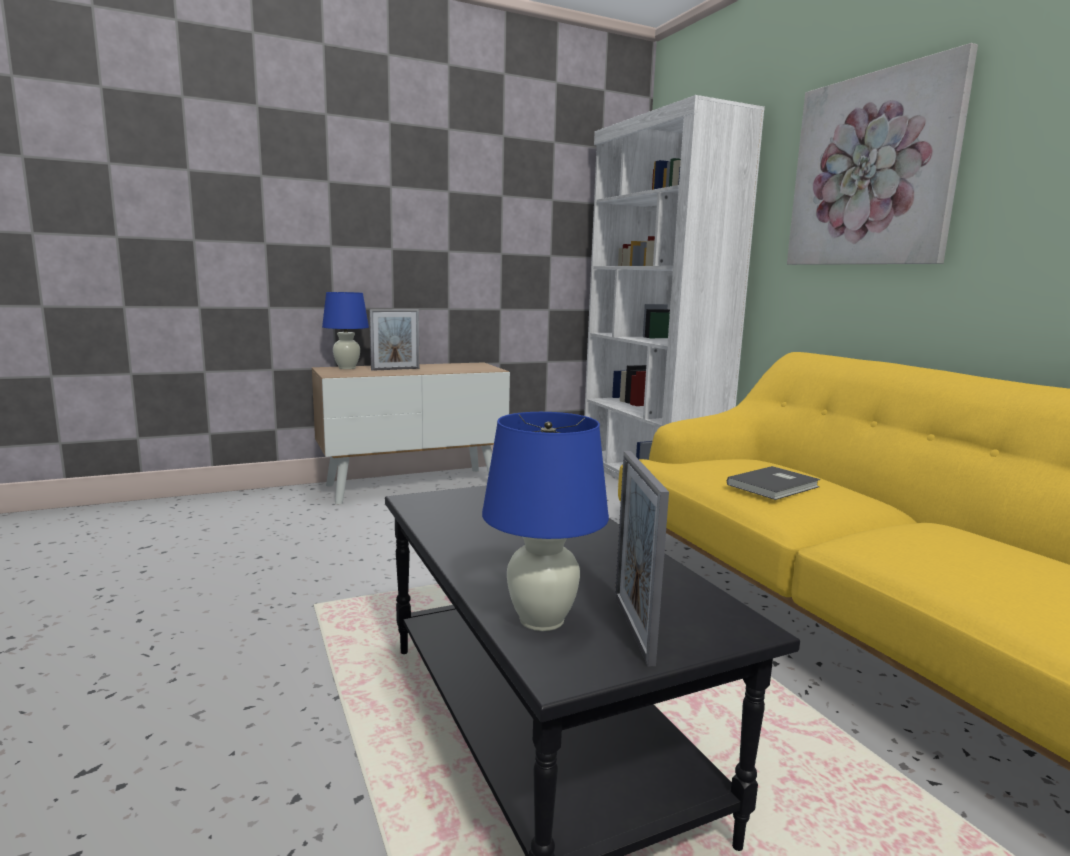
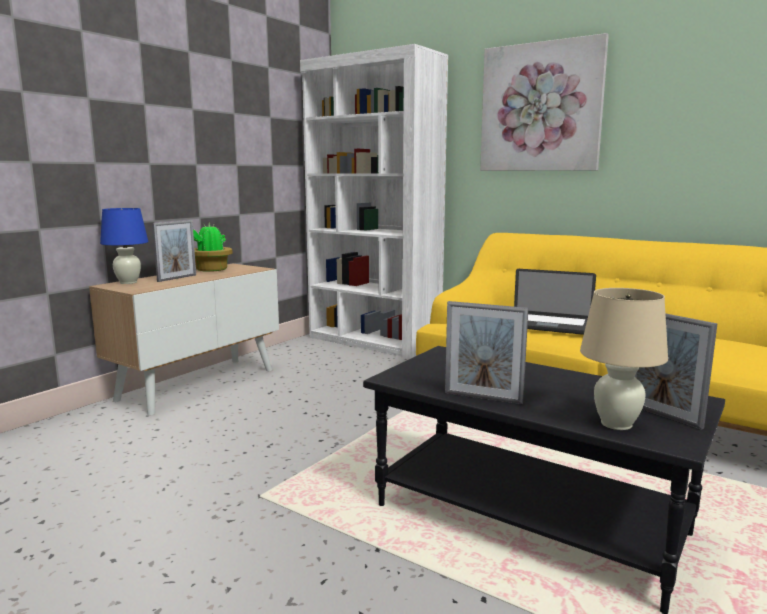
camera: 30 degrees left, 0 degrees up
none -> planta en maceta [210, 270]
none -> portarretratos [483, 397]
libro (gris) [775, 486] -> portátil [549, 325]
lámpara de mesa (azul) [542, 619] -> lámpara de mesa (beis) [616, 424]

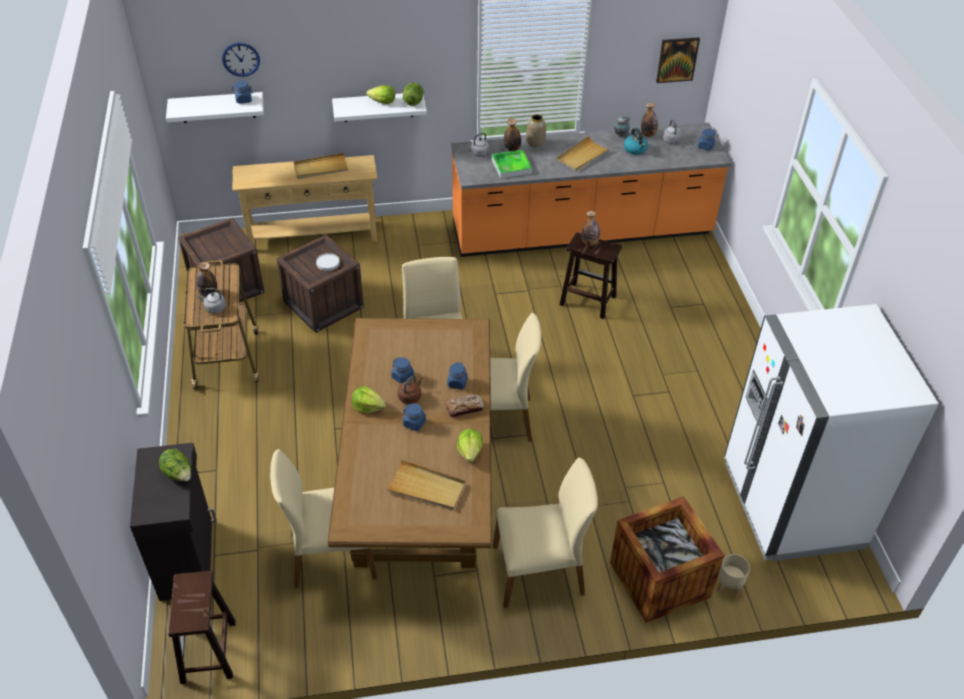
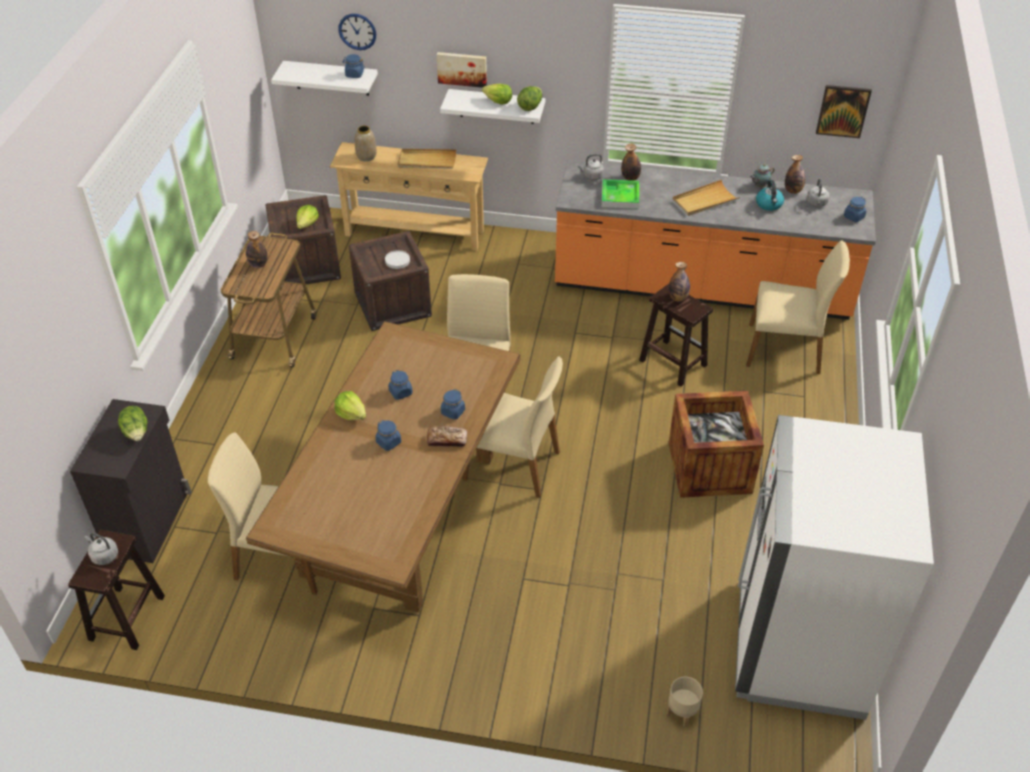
camera: 20 degrees right, 0 degrees up
bandeja (beis) [426, 488] -> none
hervidor (marrón) [410, 397] -> none
none -> cuadro [462, 68]
hervidor (gris) [214, 308] -> hervidor (gris) [103, 556], shifted
lechuga [470, 451] -> lechuga [307, 224], shifted
silla (beis) [539, 571] -> silla (beis) [785, 349], shifted
florero [535, 143] -> florero [366, 156], shifted
caja de embalaje [659, 579] -> caja de embalaje [709, 467], shifted

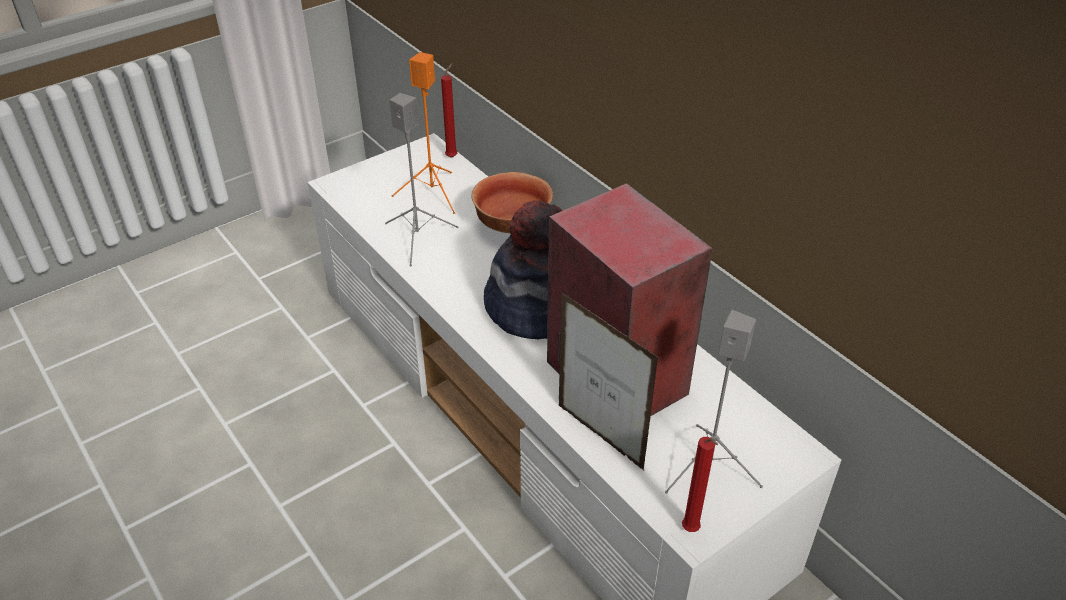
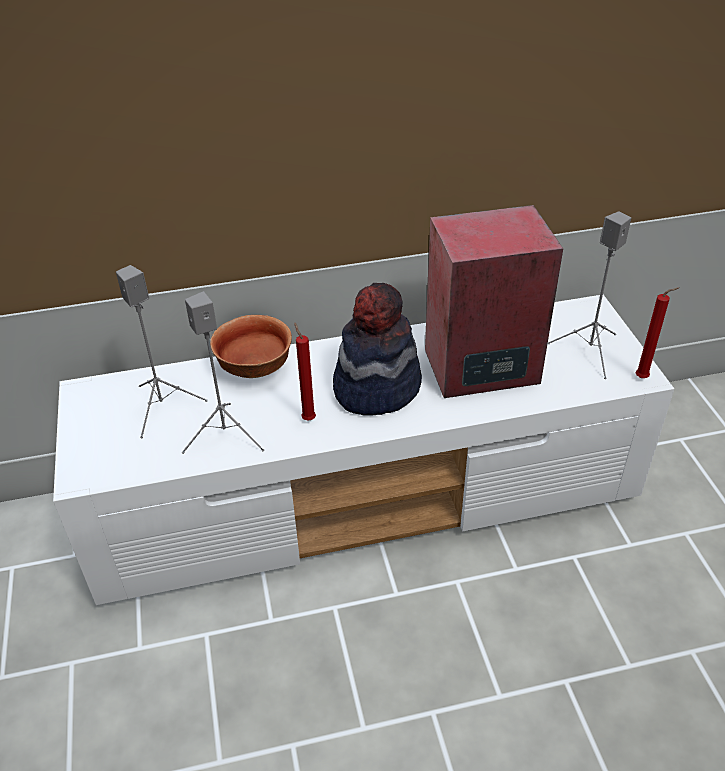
camera: 65 degrees left, 0 degrees up
portarretratos [600, 437] -> none
vela (rojo) [453, 156] -> vela (rojo) [308, 418], shifted
altavoz (naranja) [433, 194] -> altavoz (gris) [163, 407]

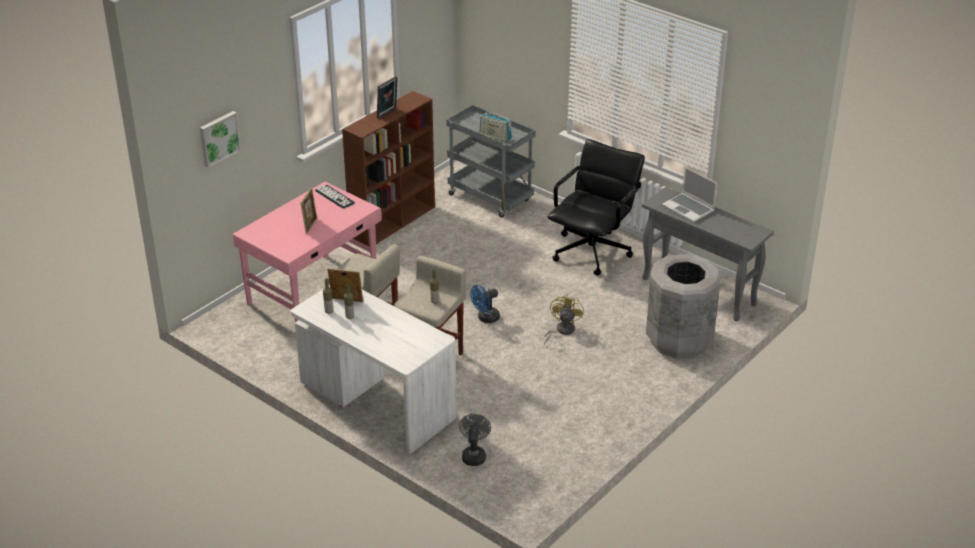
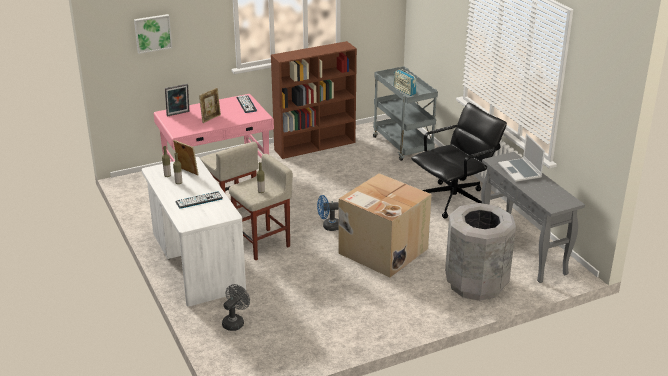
camera: 25 degrees right, 5 degrees down
none -> teclado [199, 200]
portarretratos [387, 113] -> portarretratos [178, 114], shifted
ventilador (amarillo) [561, 331] -> caja de cartón [381, 251]

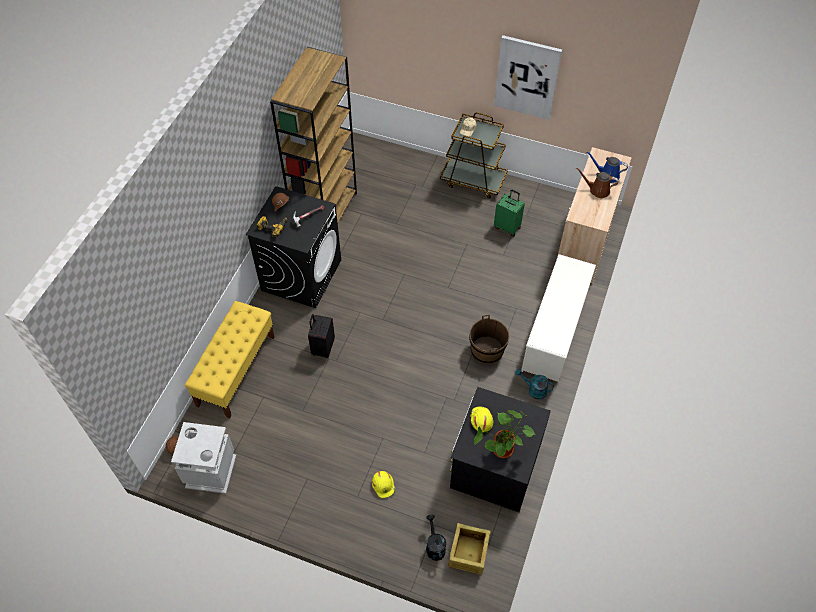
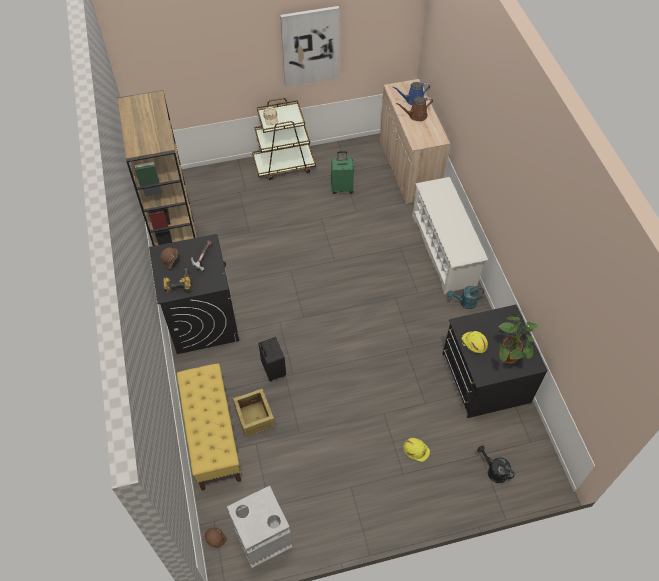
camera: 35 degrees left, 0 degrees up
cubo (marrón) [487, 350] -> none
caja de embalaje [468, 552] -> caja de embalaje [254, 417], shifted

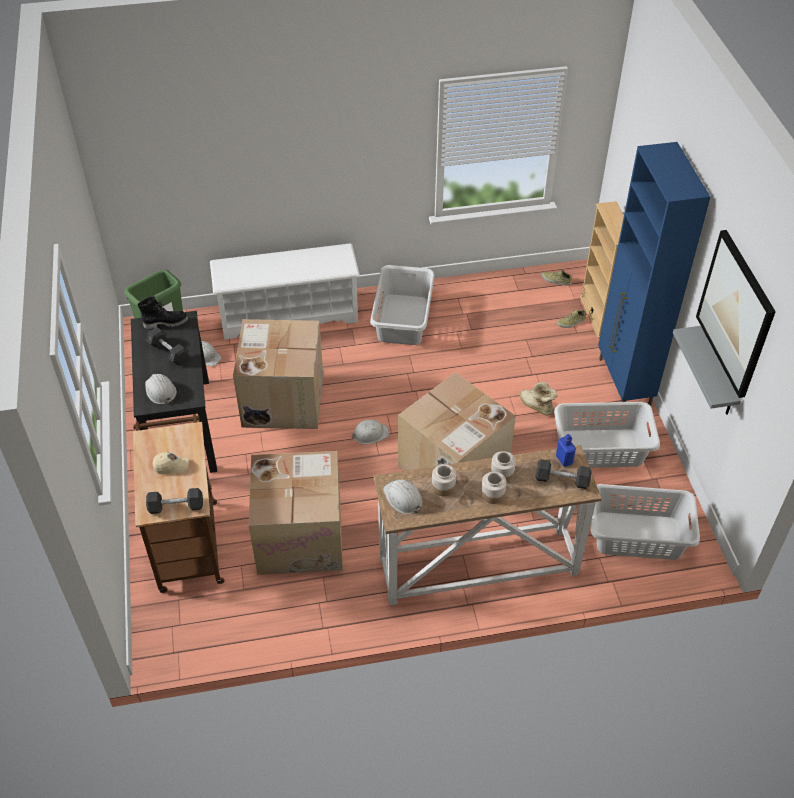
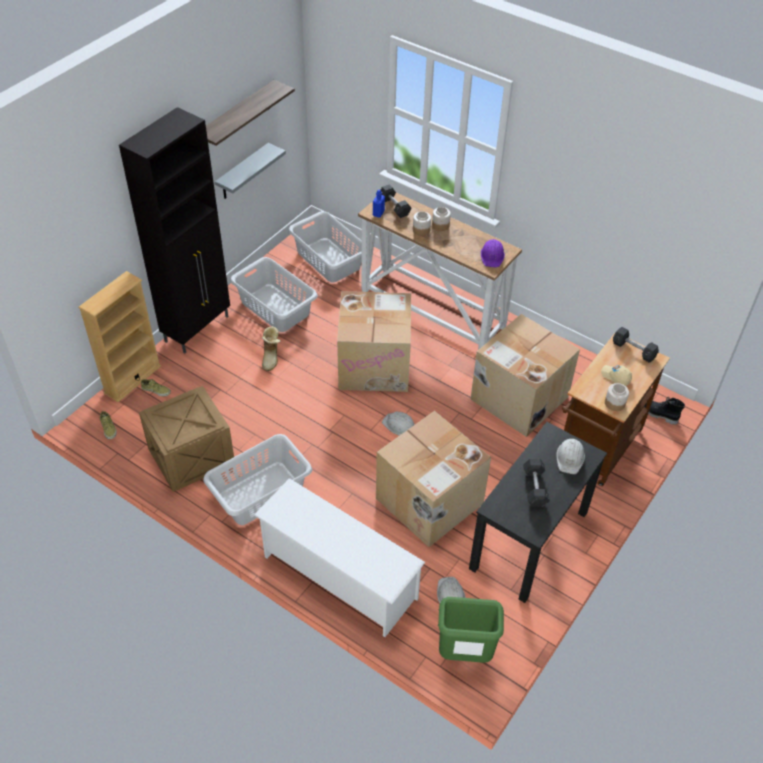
camera: 135 degrees left, 0 degrees up
none -> caja de embalaje [190, 458]
bota (negro) [166, 322] -> bota (negro) [658, 414], shifted
tarro [443, 487] -> tarro [615, 403], shifted
cuadro [735, 313] -> estante [236, 117]
casco (blanco) [403, 498] -> casco (morado) [492, 256]
armario (azul) [624, 383] -> armario (negro) [198, 328]

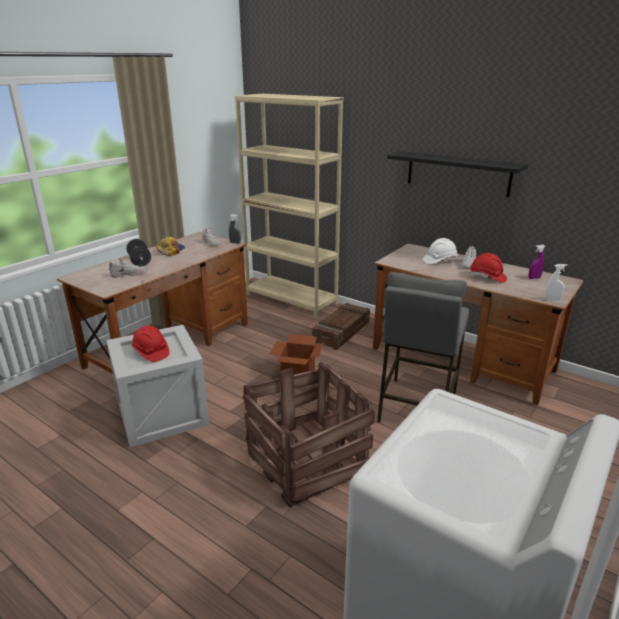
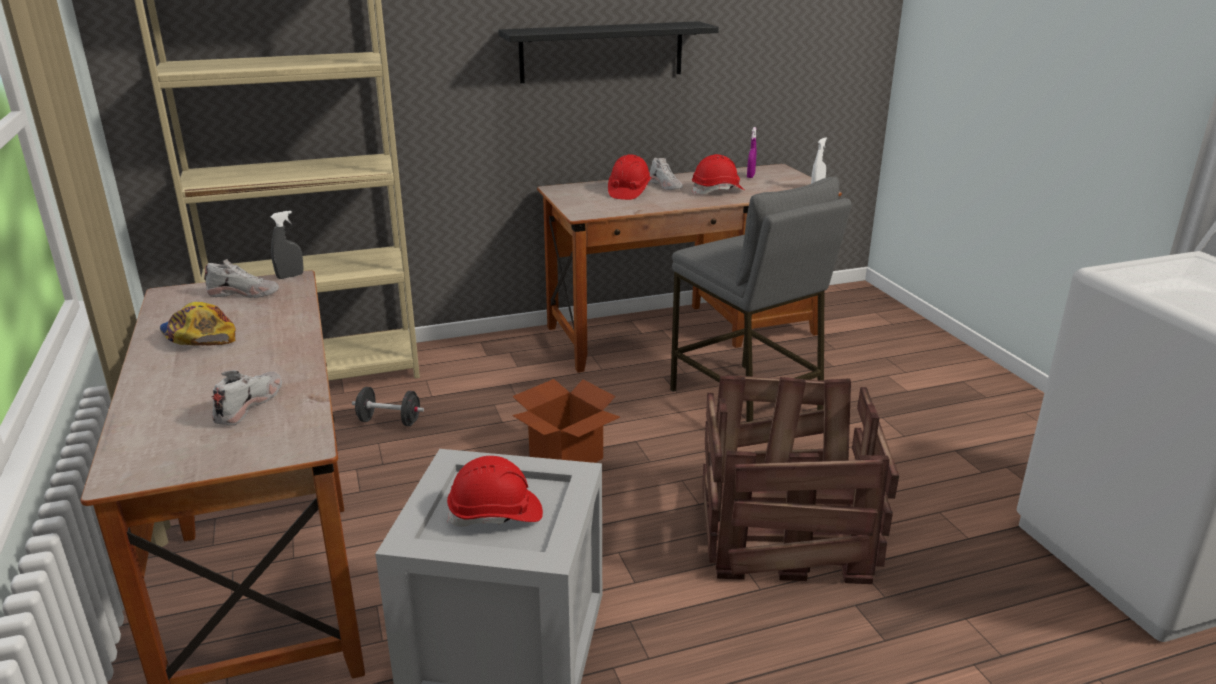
camera: 55 degrees left, 0 degrees up
caja de embalaje [342, 332] -> none
mancuerna (negro) [140, 261] -> mancuerna (negro) [389, 421], shifted
casco (blanco) [439, 260] -> casco (rojo) [628, 192]

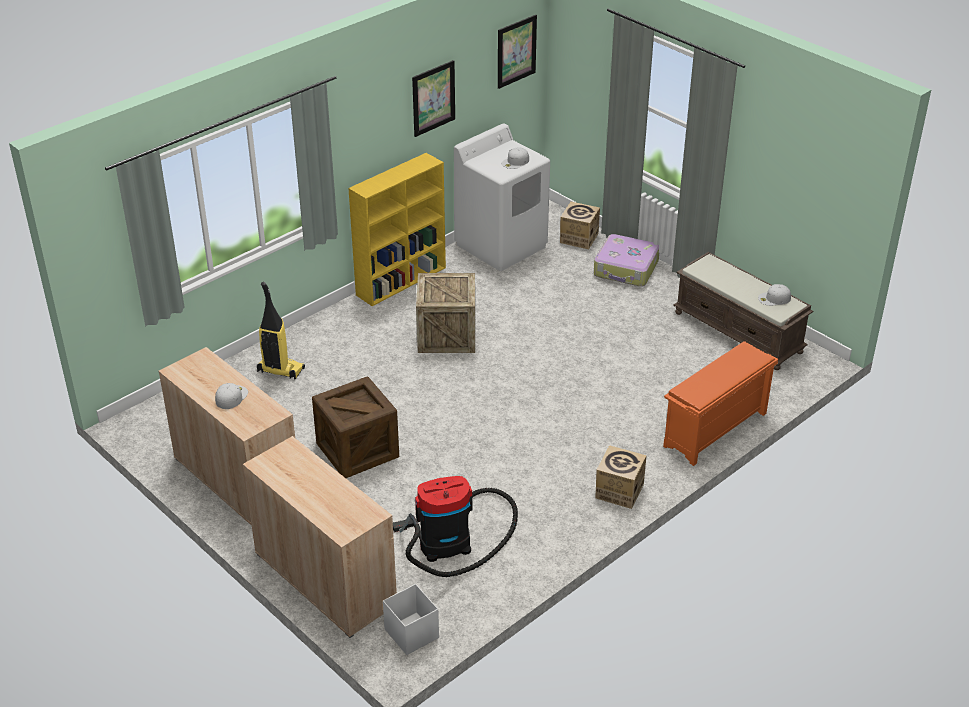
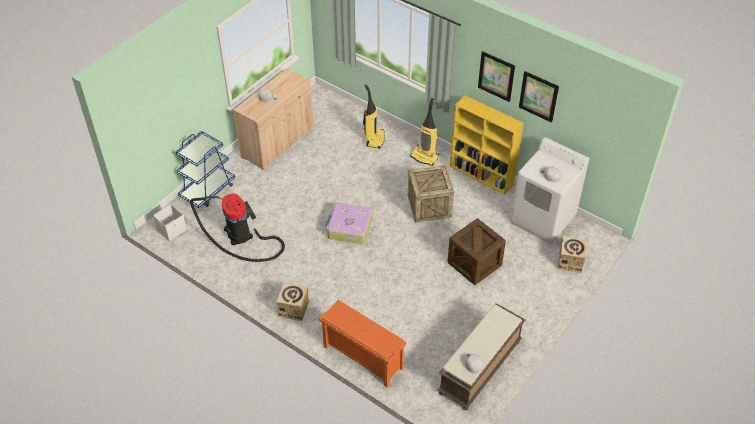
camera: 80 degrees right, 10 degrees up
none -> aspiradora [425, 157]
caja de embalaje [357, 450] -> caja de embalaje [474, 264], shifted
cuadro [516, 51] -> cuadro [496, 76], shifted
maleta [626, 269] -> maleta [349, 228], shifted
armario (beis) [325, 580] -> carrito (azul) [208, 190]

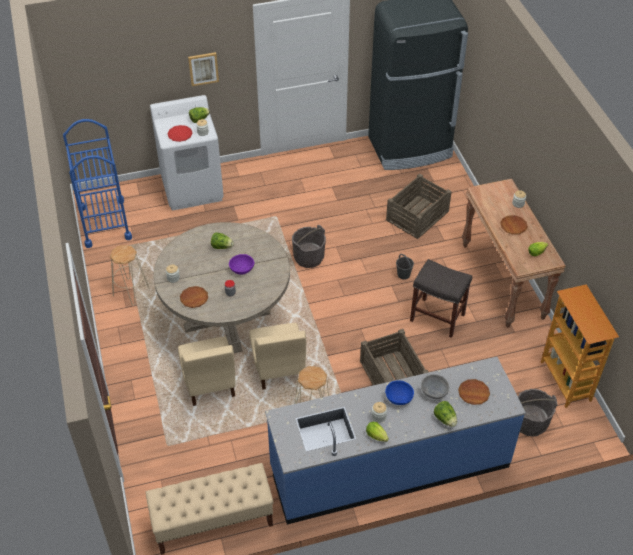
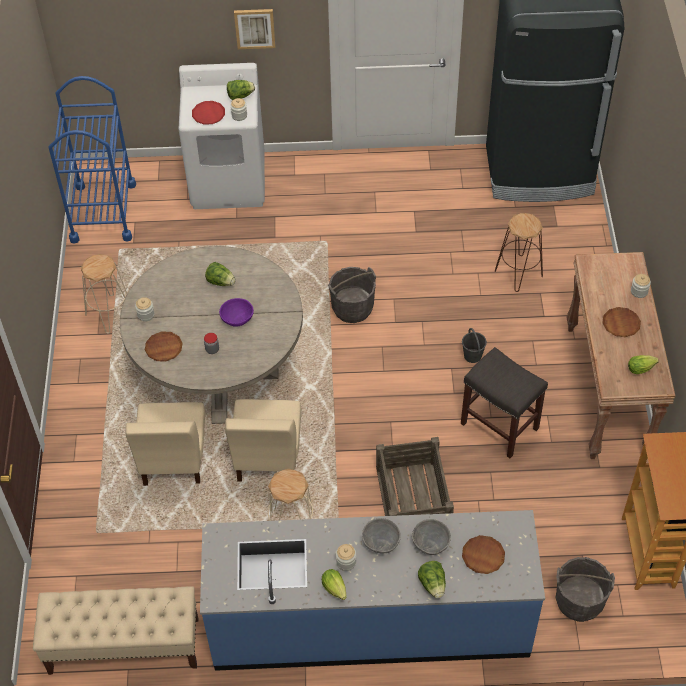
camera: 15 degrees right, 5 degrees up
caja de embalaje [418, 216] -> taburete (marrón) [519, 273]
cuenco (azul) [398, 398] -> cuenco (gris) [380, 541]

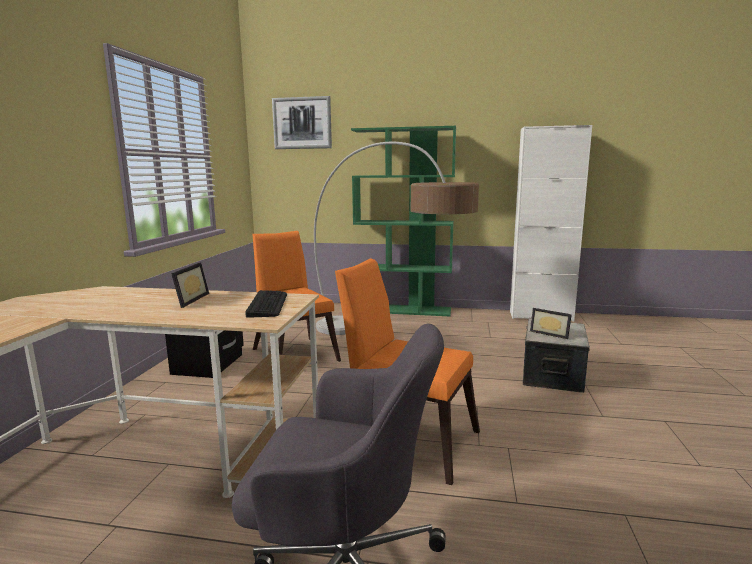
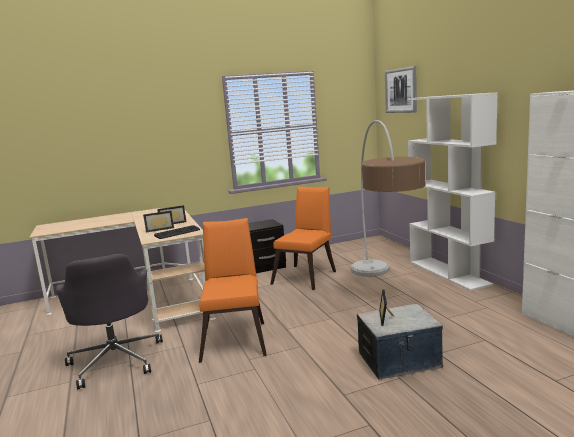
camera: 60 degrees right, 0 degrees up
none -> portarretratos [159, 229]
estantería (verde) [403, 310] -> estantería (blanco) [449, 273]

